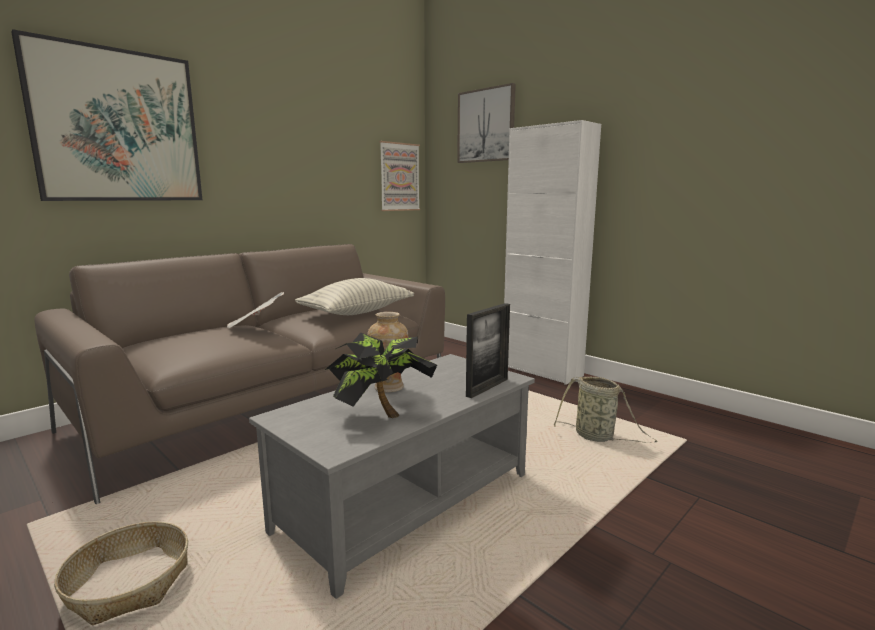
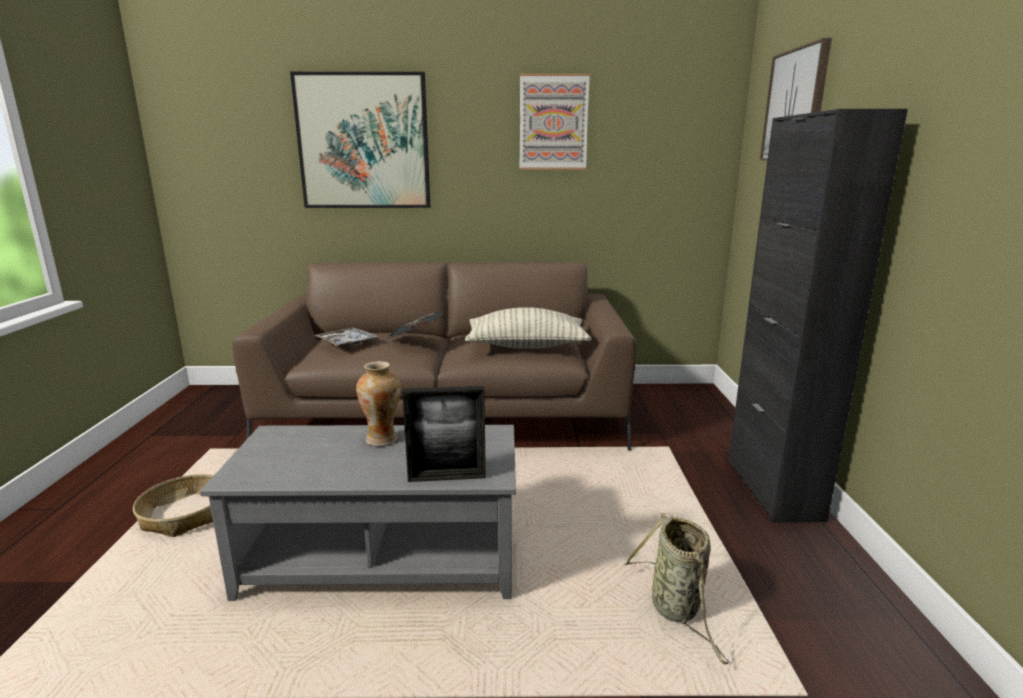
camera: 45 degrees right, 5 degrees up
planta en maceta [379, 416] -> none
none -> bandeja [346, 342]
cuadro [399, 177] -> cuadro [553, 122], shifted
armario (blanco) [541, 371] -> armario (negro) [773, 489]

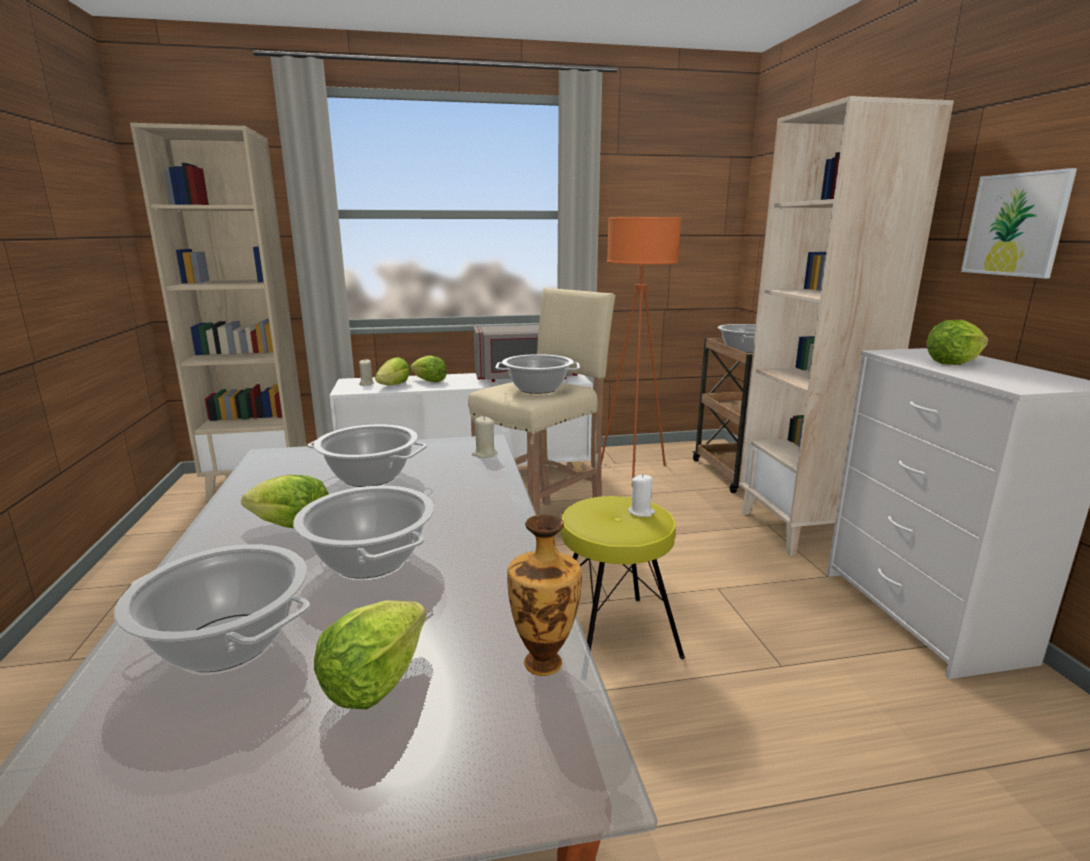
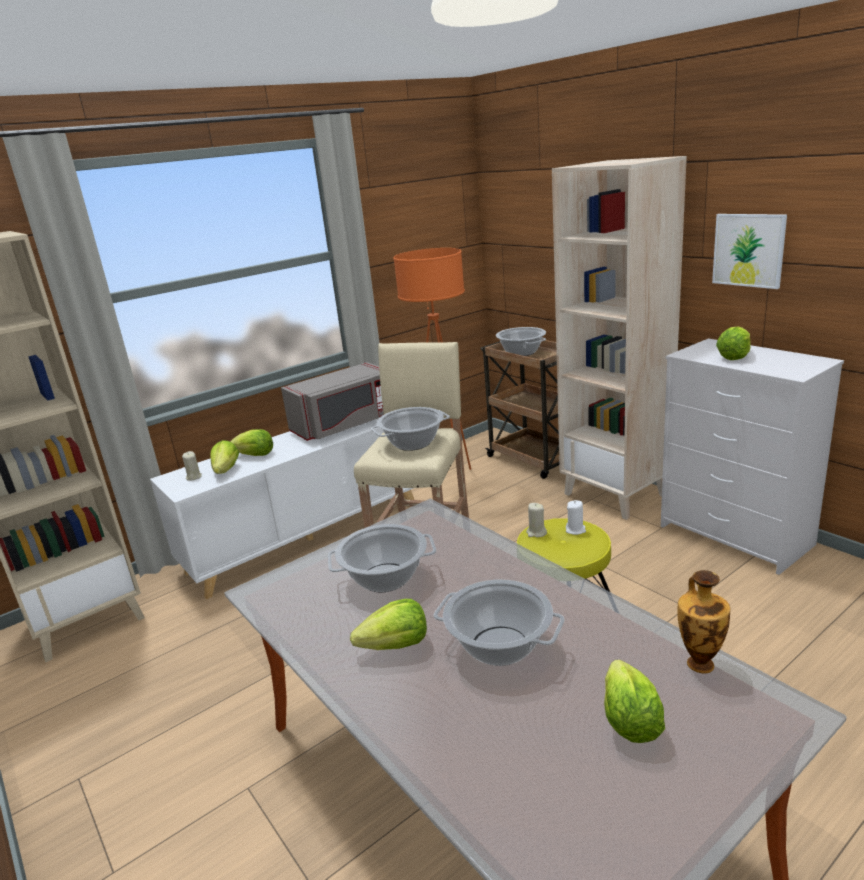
camera: 25 degrees left, 5 degrees up
olla [228, 643] -> none
vela (beis) [484, 454] -> vela (beis) [536, 533], shifted

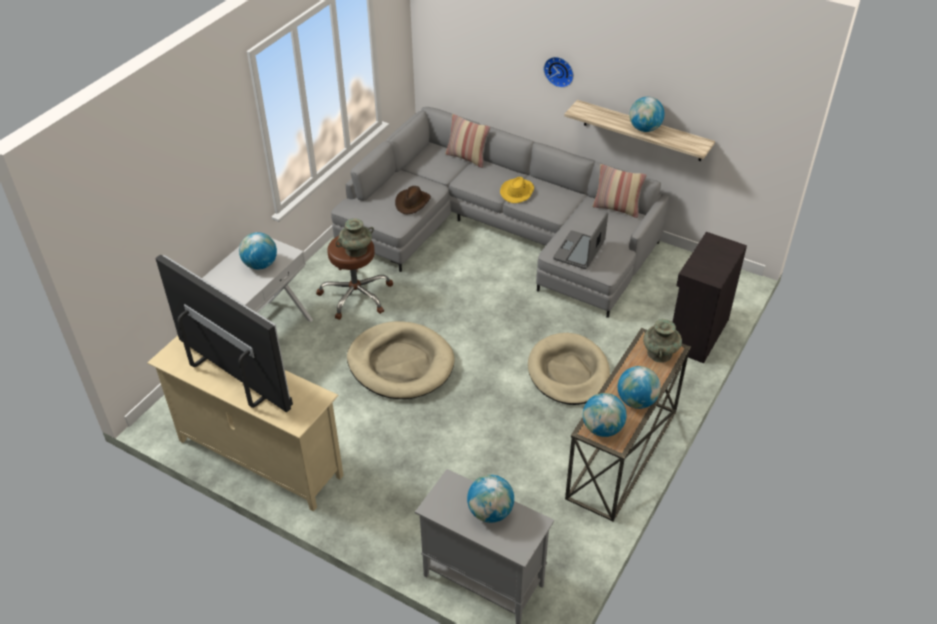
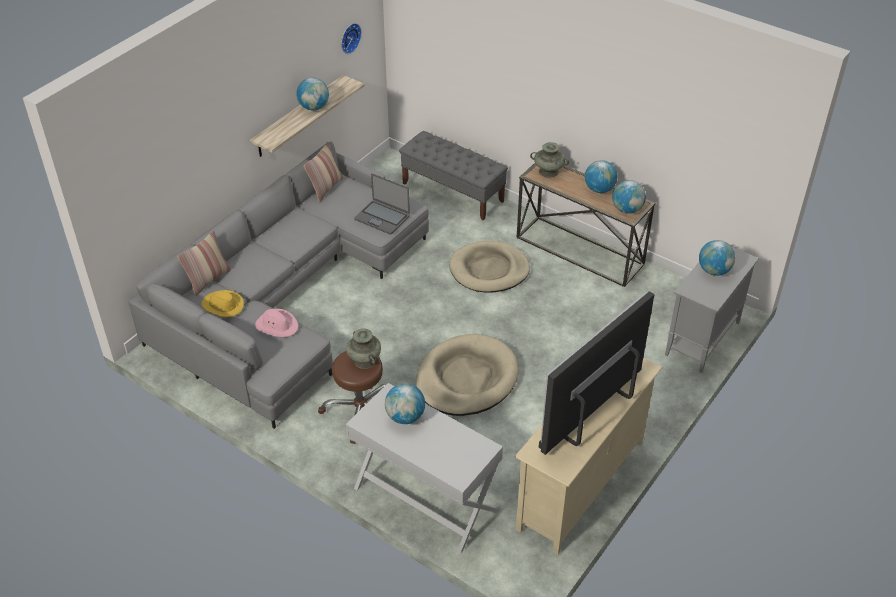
camera: 85 degrees left, 0 degrees up
sombrero (amarillo) [517, 192] -> sombrero (amarillo) [222, 306], shifted
reloj de pared [559, 71] -> reloj de pared [349, 37], shifted
armario (negro) [697, 334] -> banco (gris) [453, 192]
sombrero (marrón) [412, 203] -> sombrero (rosa) [277, 325]

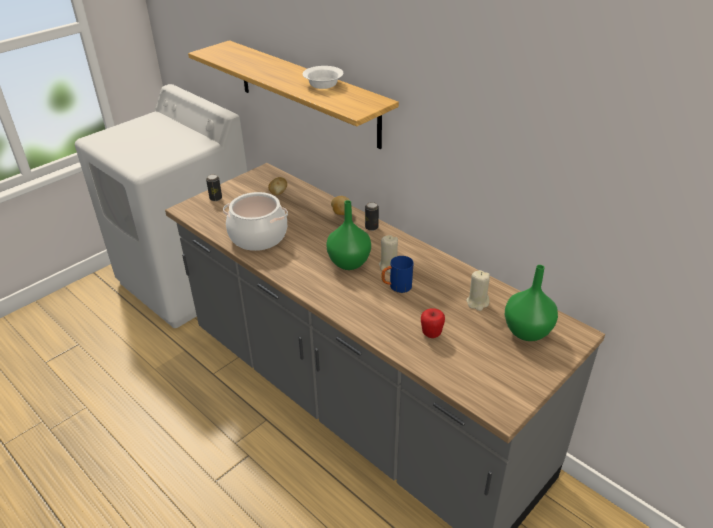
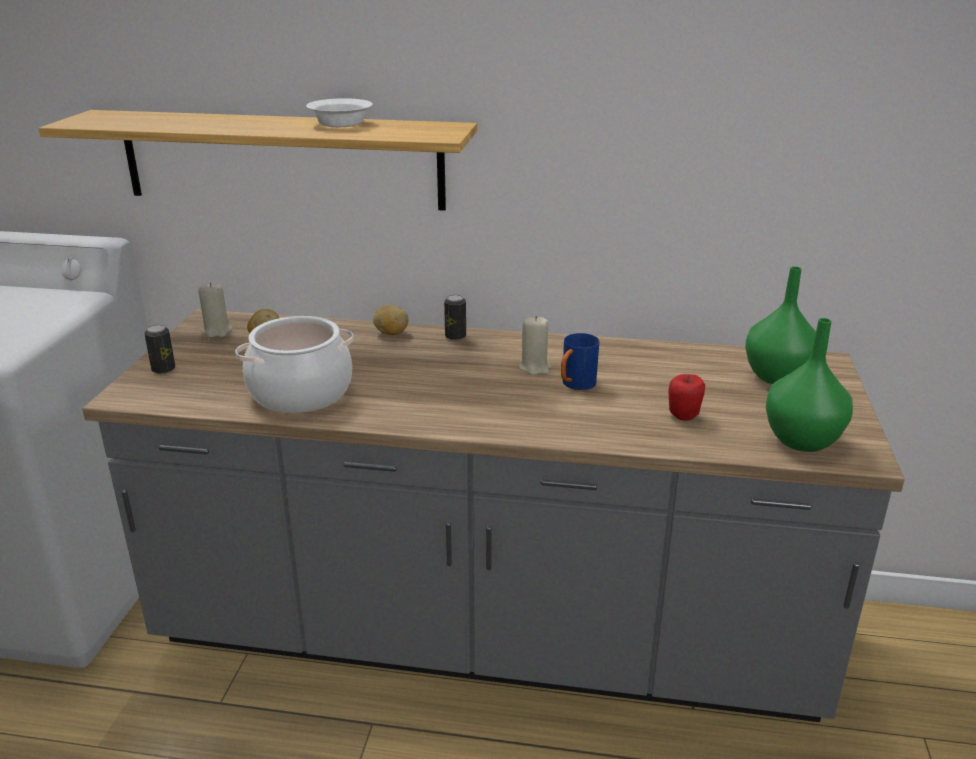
camera: 35 degrees left, 10 degrees down
florero (verde) [349, 262] -> florero (verde) [800, 440], shifted
vela (beis) [477, 302] -> vela (beis) [217, 331], shifted

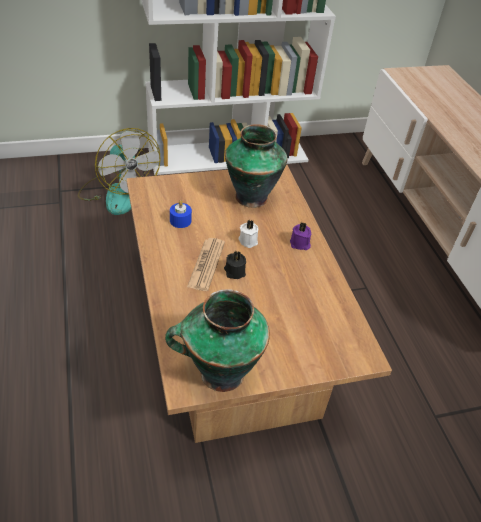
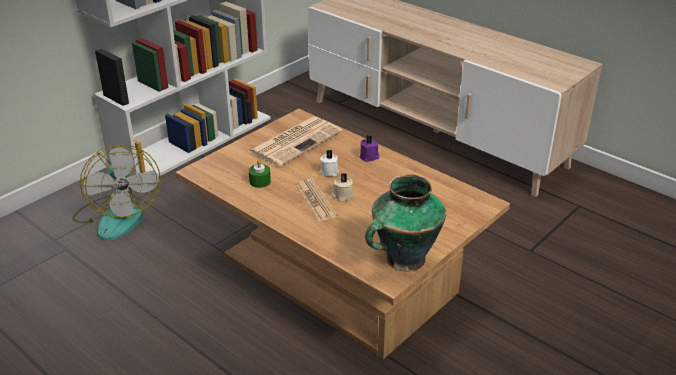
camera: 30 degrees left, 10 degrees down
florero [251, 196] -> periódico [296, 141]
vela (azul) [180, 220] -> vela (verde) [260, 181]
vela (negro) [234, 272] -> vela (beis) [342, 196]
ventilador [118, 192] -> ventilador [118, 216], 45 degrees clockwise

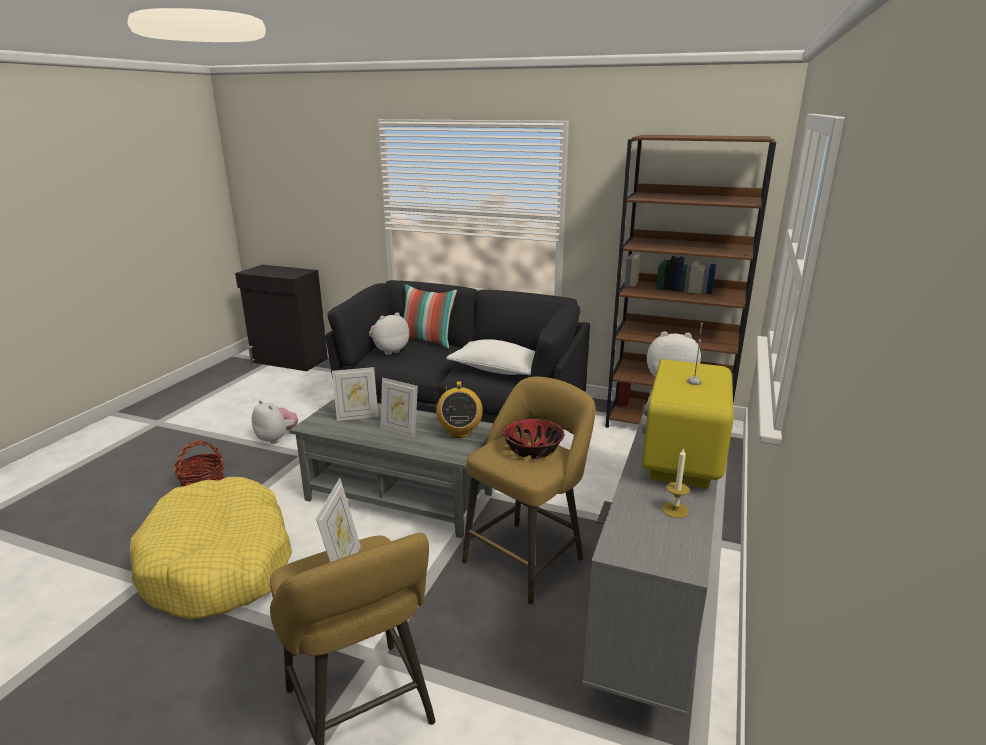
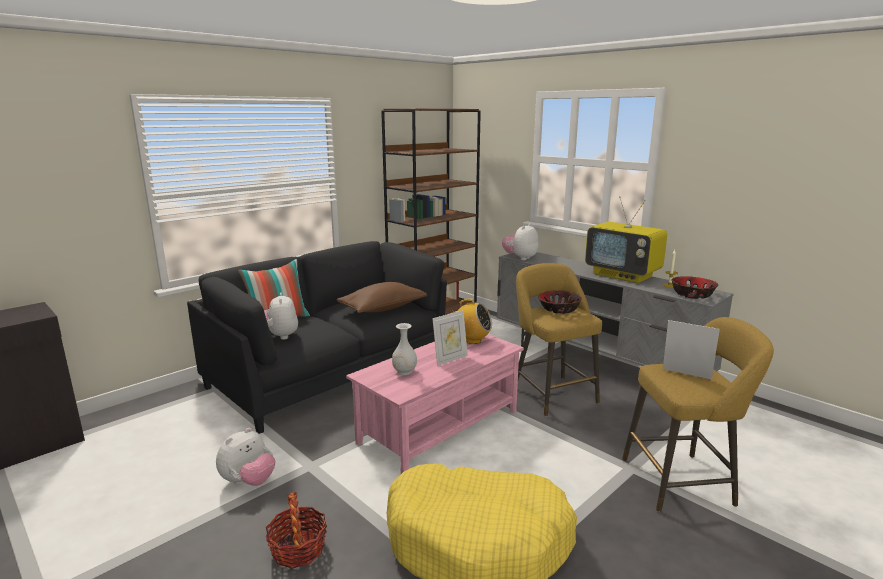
camera: 65 degrees left, 5 degrees down
none -> cuenco [692, 295]
portarretratos [357, 416] -> florero (blanco) [404, 371]
mesa de centro (gris) [399, 496] -> mesa de centro (rosa) [439, 426]
cojín (blanco) [498, 370] -> cojín (marrón) [383, 308]
peluche [276, 438] -> peluche [248, 481], 150 degrees clockwise

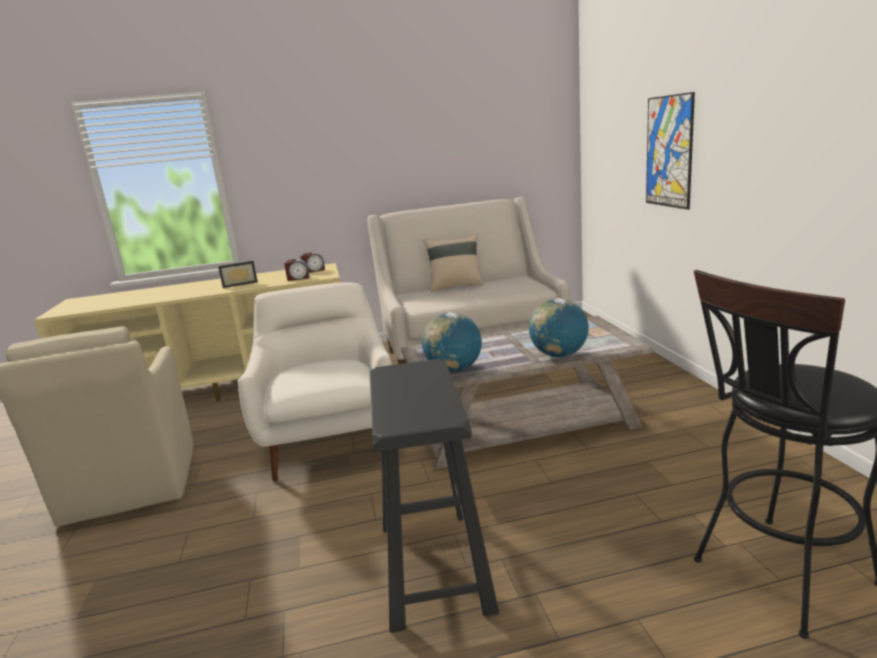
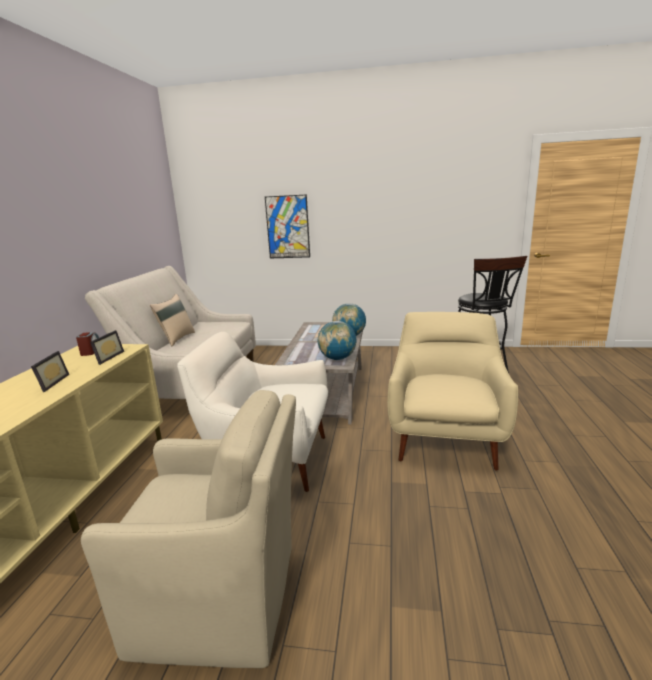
camera: 70 degrees left, 0 degrees up
despertador [298, 278] -> portarretratos [106, 357]
taburete (negro) [434, 567] -> sillón (beis) [445, 438]

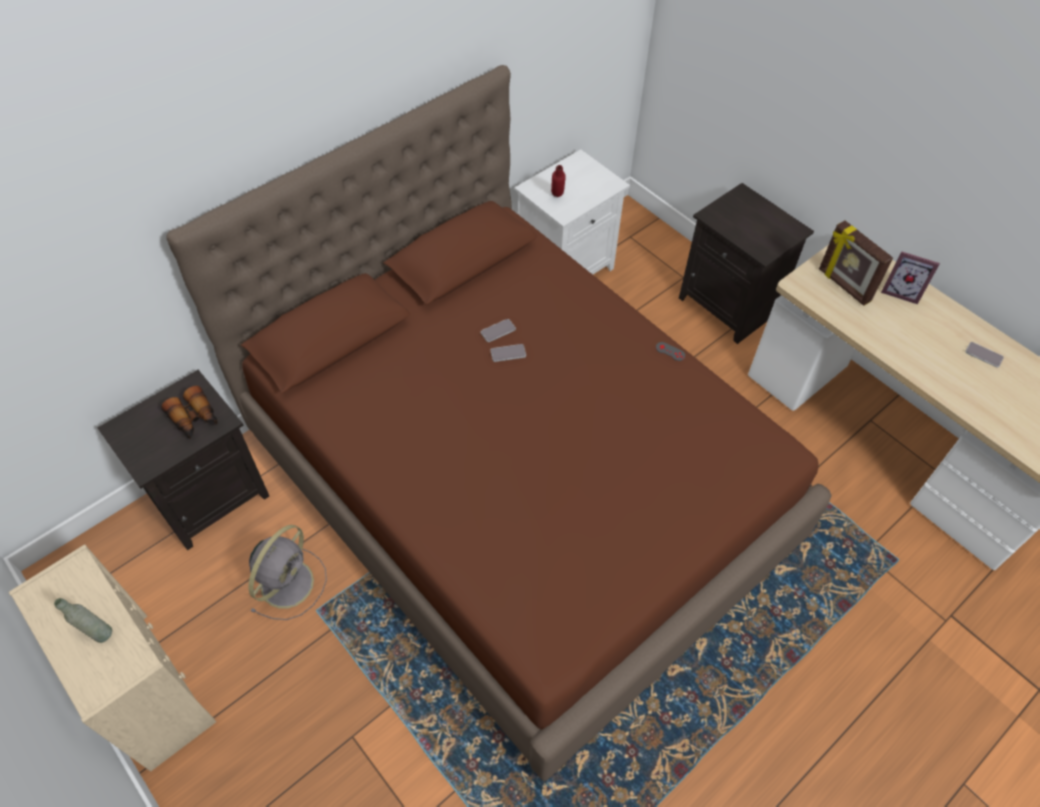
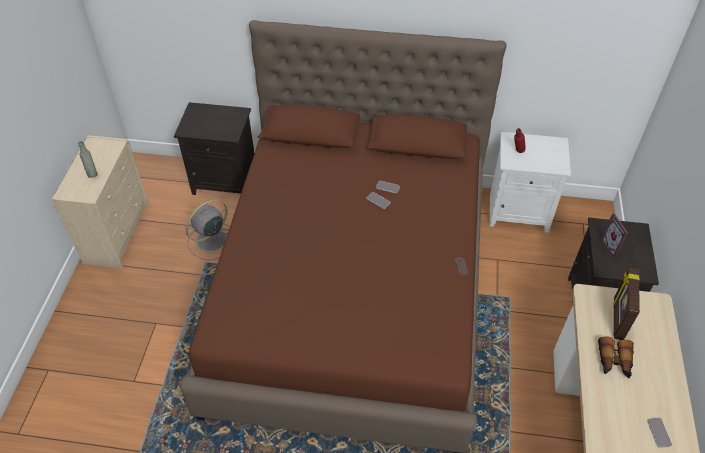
camera: 50 degrees right, 5 degrees down
prismáticos [195, 419] -> prismáticos [614, 362], shifted
portarretratos [901, 291] -> portarretratos [613, 247], shifted
ventilador (gris) [288, 581] -> ventilador (gris) [210, 241], 150 degrees clockwise

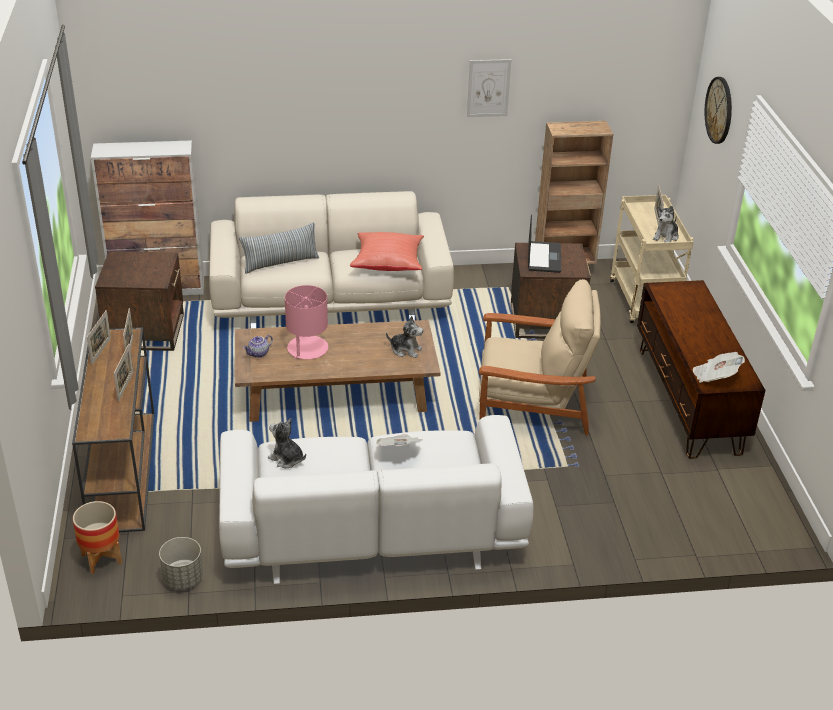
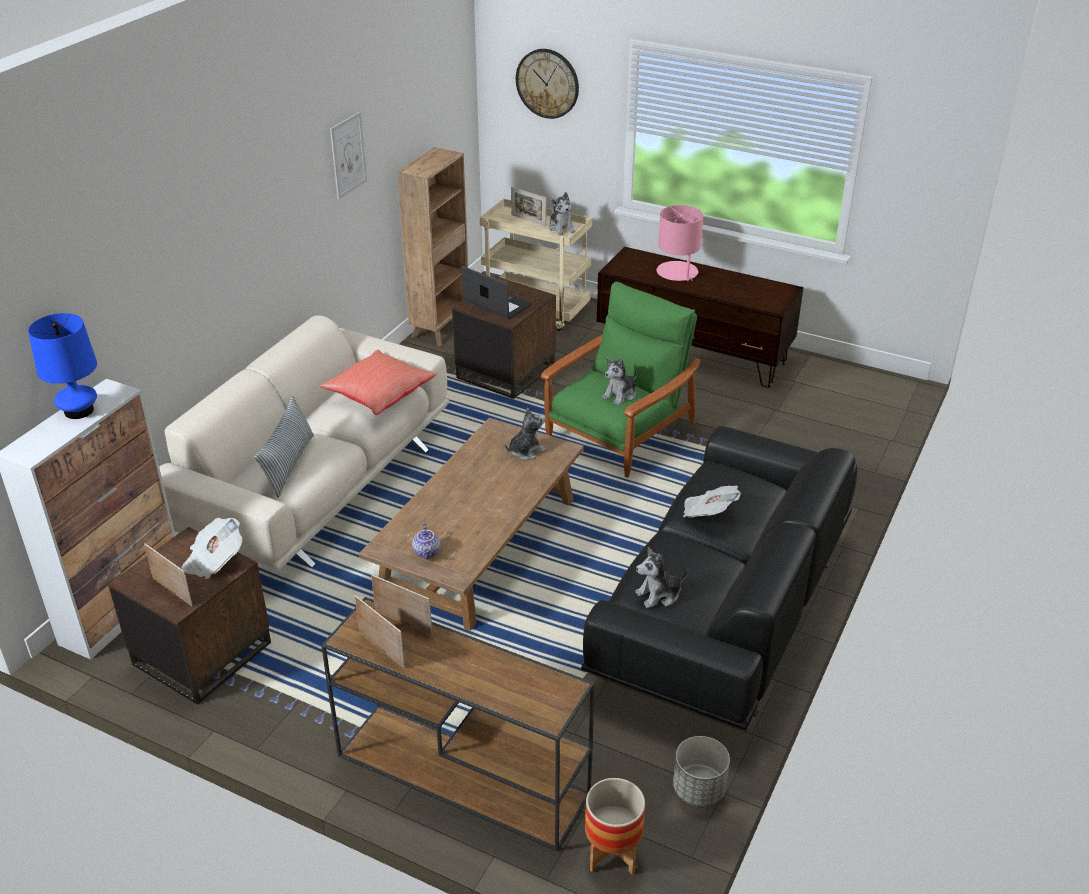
camera: 55 degrees left, 0 degrees up
none -> lámpara de mesa (azul) [79, 411]
none -> peluche [620, 395]
portarretratos [125, 386] -> portarretratos [172, 591], shifted
lámpara de mesa (rosa) [307, 349] -> lámpara de mesa (rosa) [677, 272], shifted
periódico [715, 377] -> periódico [214, 561], shifted
sofá (blanco) [371, 530] -> sofá (negro) [723, 612]
sillón (beis) [532, 403] -> sillón (verde) [620, 432]

